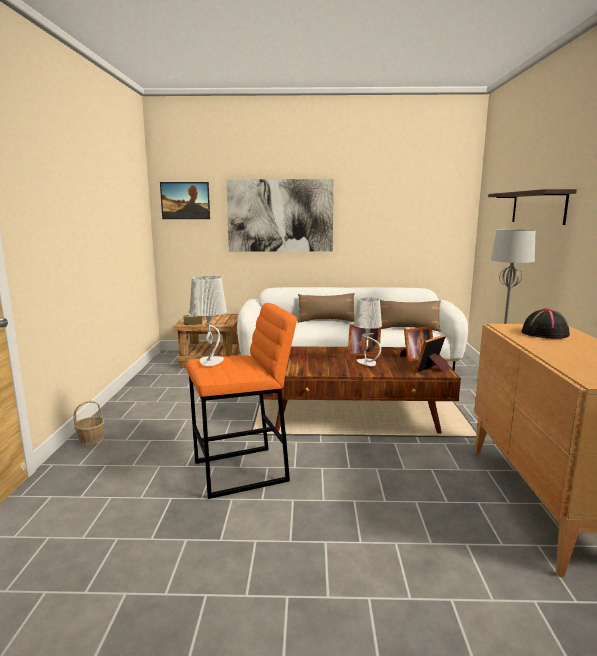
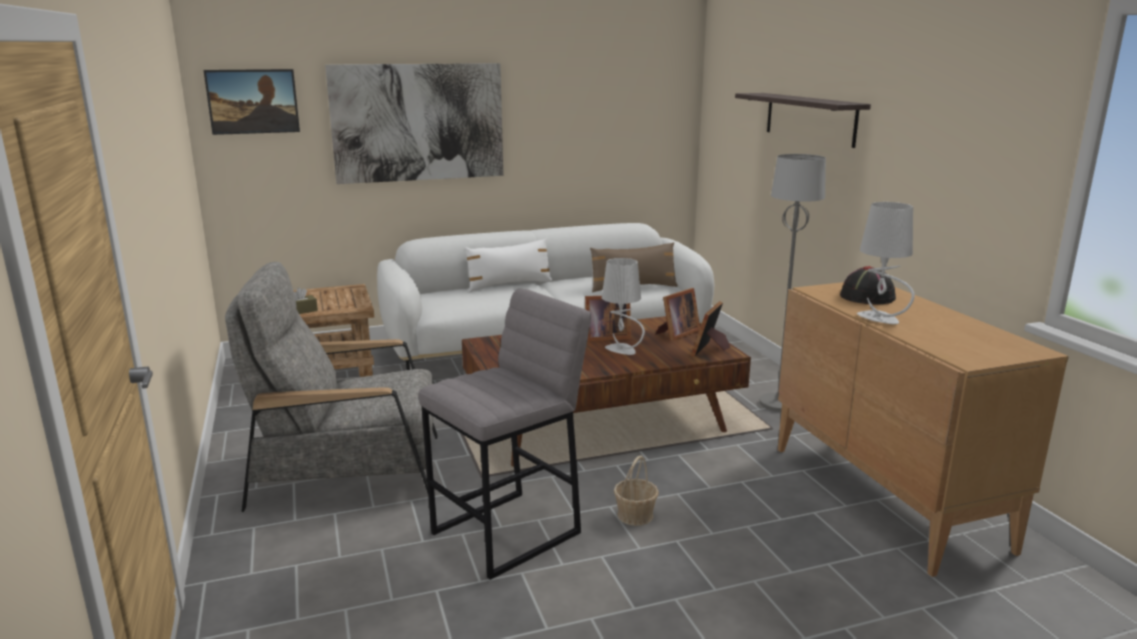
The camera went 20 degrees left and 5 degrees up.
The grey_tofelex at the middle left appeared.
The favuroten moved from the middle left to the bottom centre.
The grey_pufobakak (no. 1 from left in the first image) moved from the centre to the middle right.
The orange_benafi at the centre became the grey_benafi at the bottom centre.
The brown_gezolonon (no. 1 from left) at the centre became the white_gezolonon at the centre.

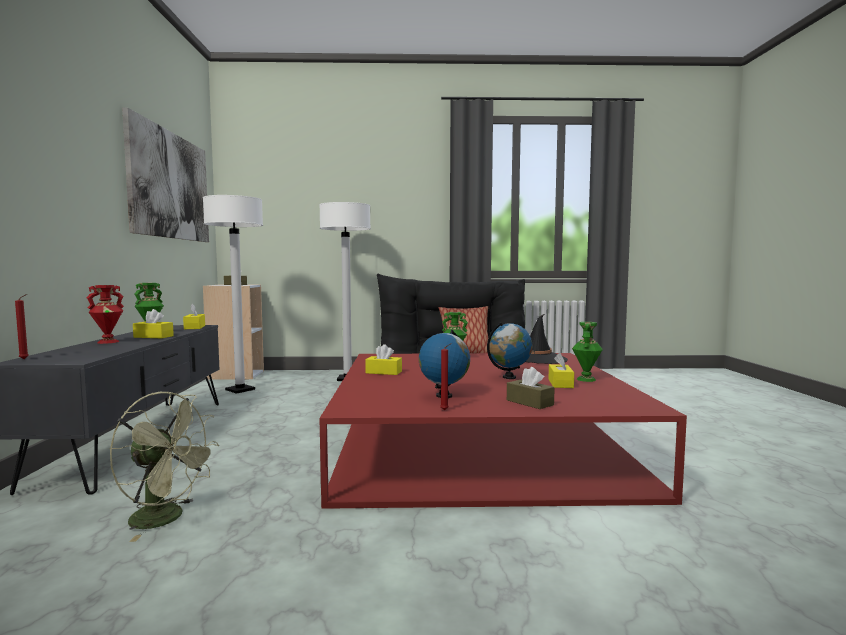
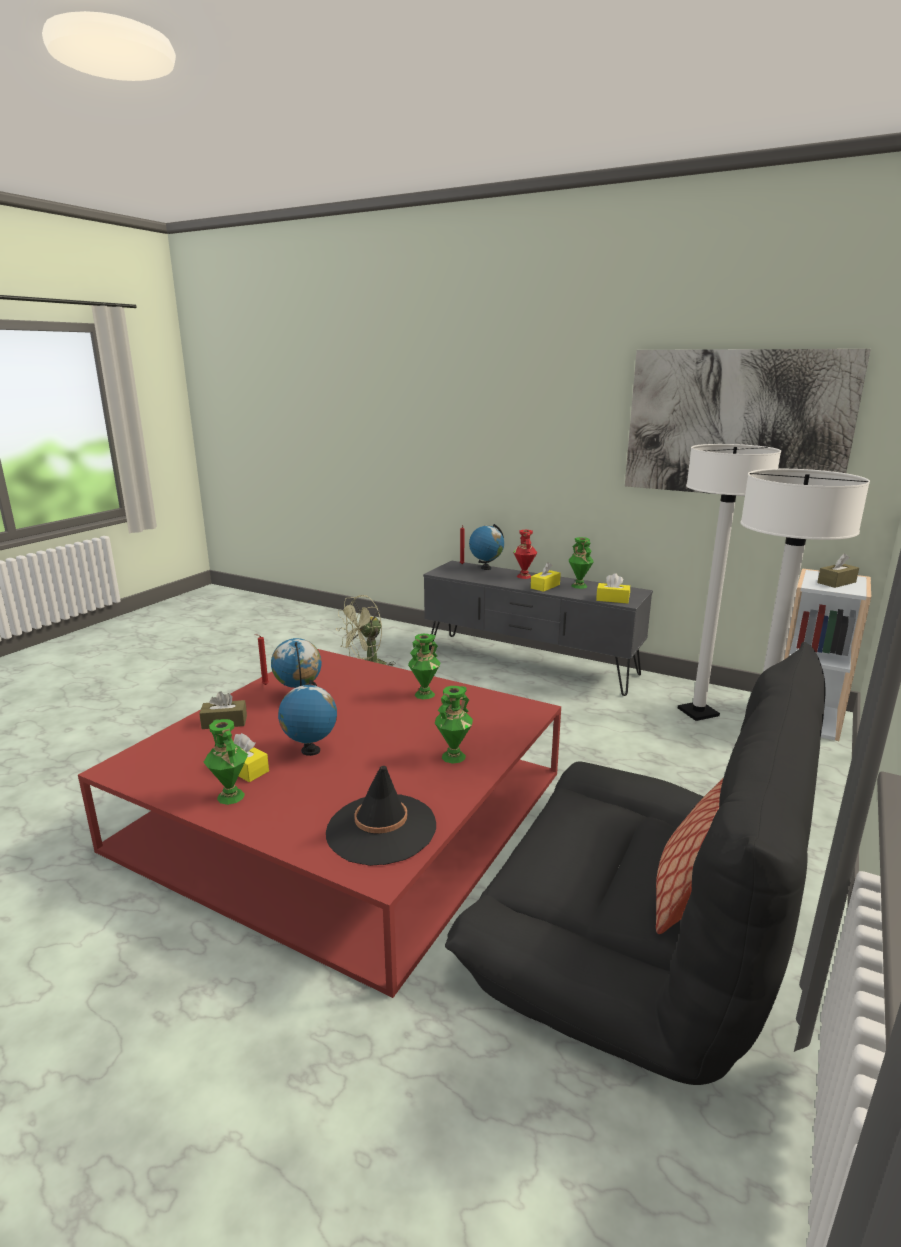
The camera went 120 degrees right and 15 degrees up.
The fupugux (no. 3 from left) at the centre appeared.
The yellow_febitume (no. 3 from left) at the centre was replaced by the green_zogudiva (no. 2 from left) at the centre.

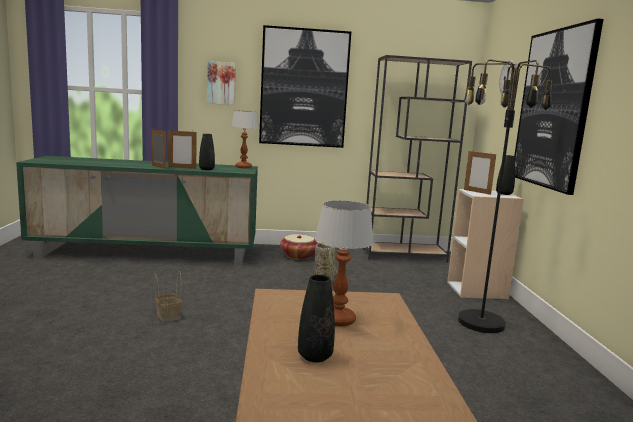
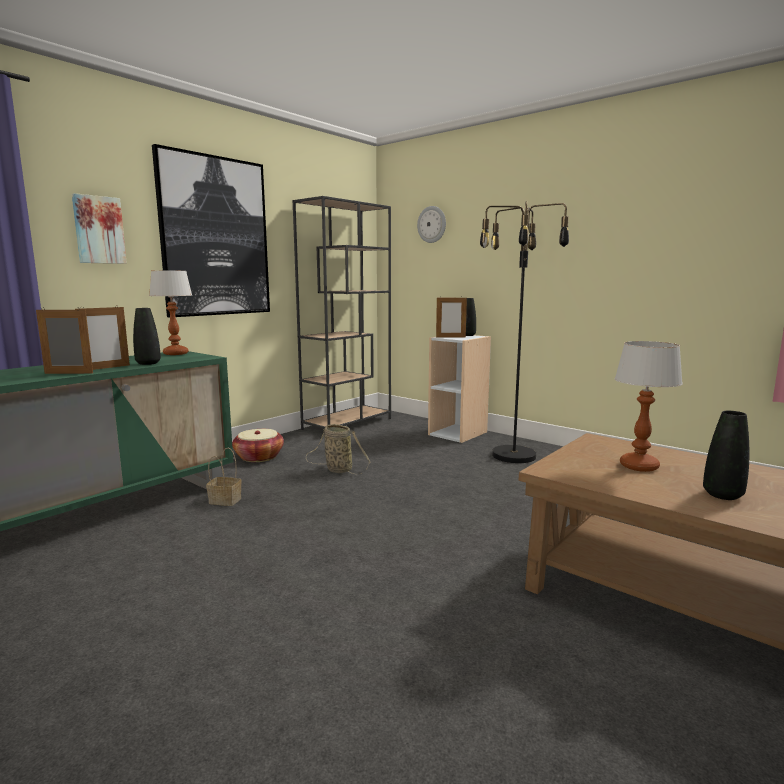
The camera went 45 degrees left and 0 degrees up.
The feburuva (no. 3 from left) at the top right disappeared.
The favuroten (no. 1 from left) moved from the bottom left to the middle left.

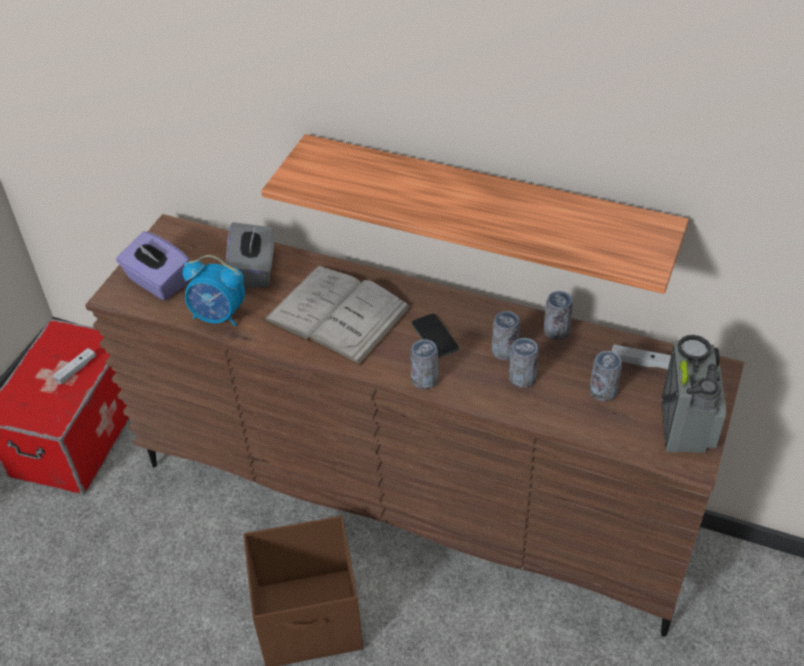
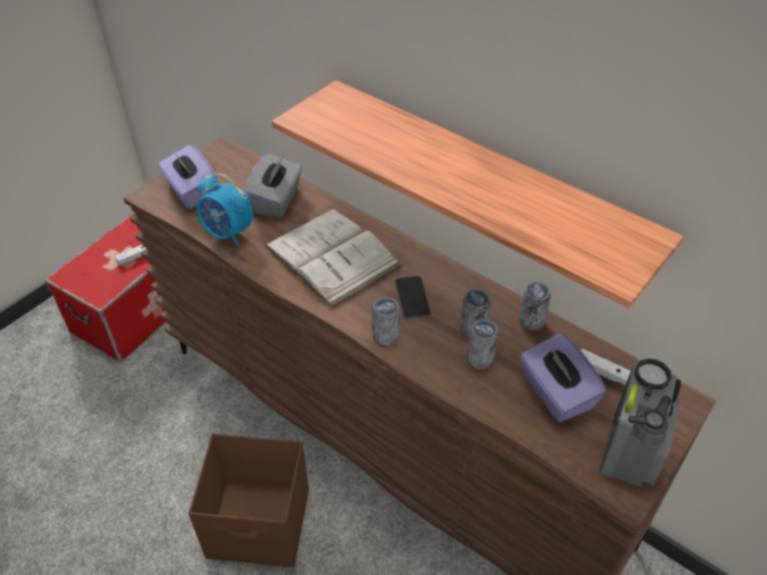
The camera went 15 degrees right and 0 degrees up.
The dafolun (no. 5 from left) at the middle right was replaced by the purple_febitume (no. 2 from left) at the middle right.

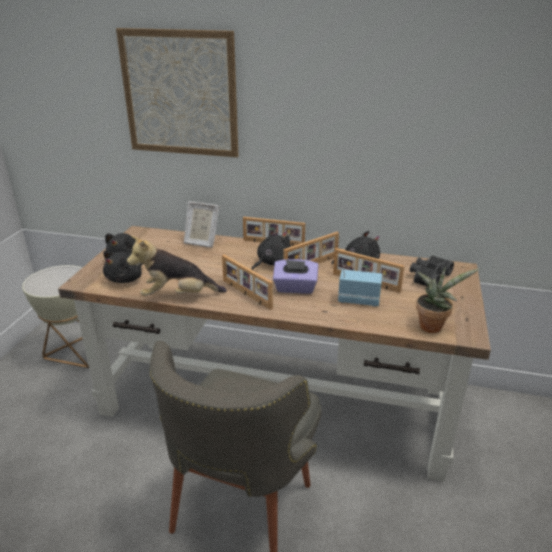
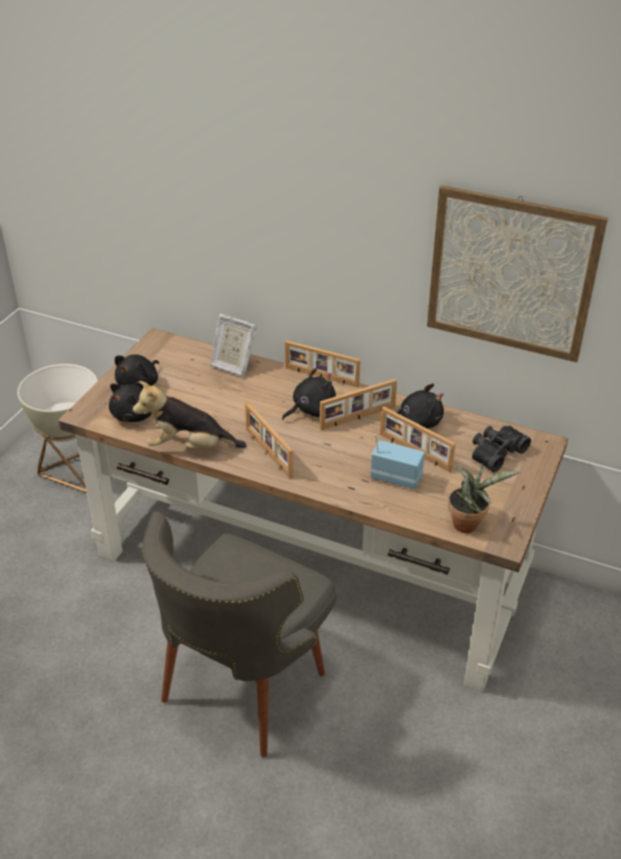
The camera went 10 degrees right and 10 degrees up.
The purple_febitume at the centre disappeared.
The feburuva moved from the top left to the top right.

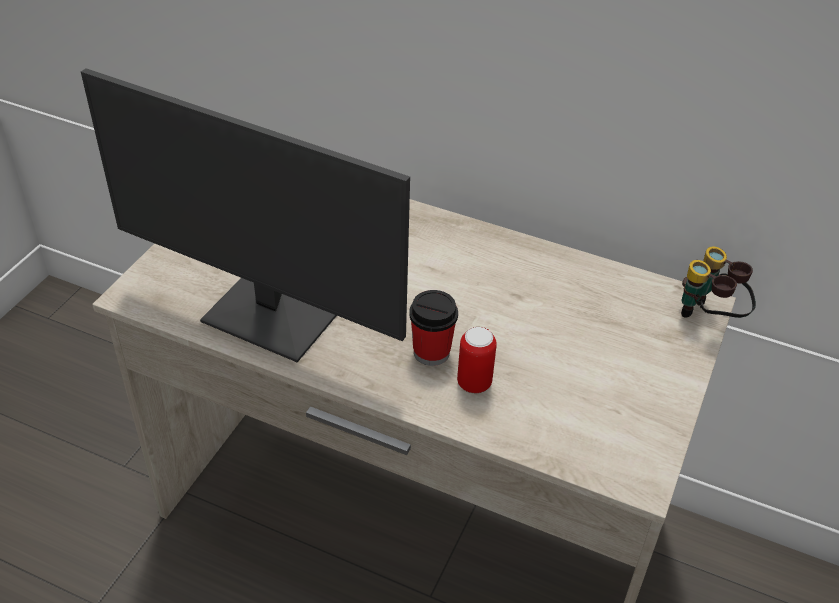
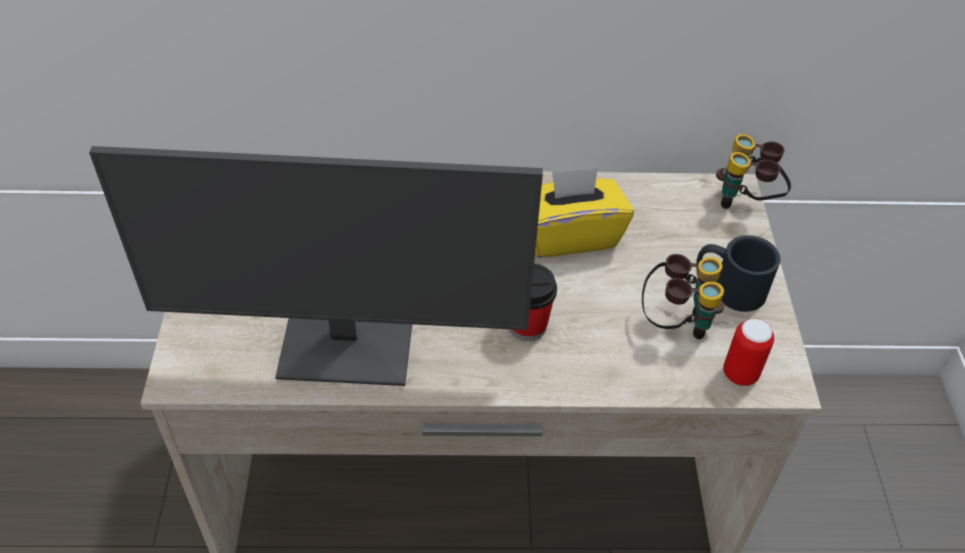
The camera went 25 degrees left and 5 degrees up.
The yellow_febitume at the centre appeared.
The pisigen (no. 1 from left) at the middle right appeared.
The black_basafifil at the middle right appeared.
The dafolun moved from the centre to the middle right.

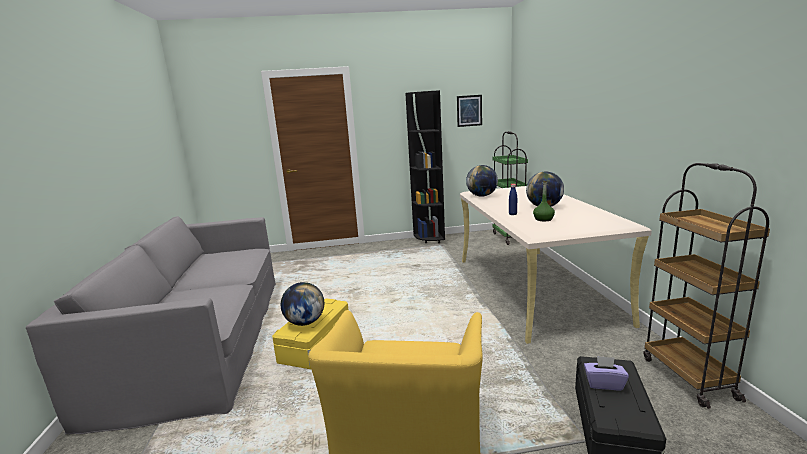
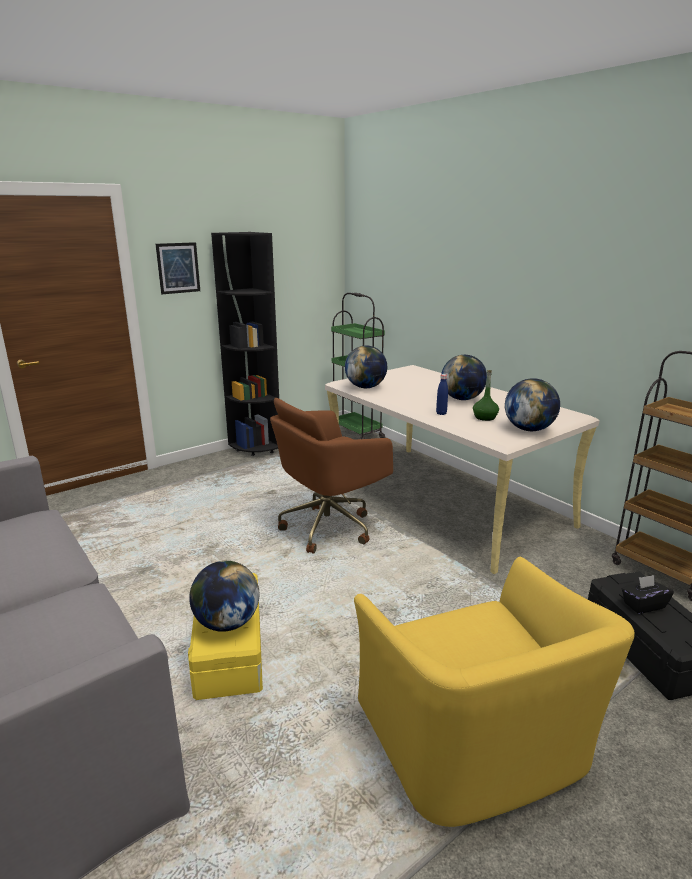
The camera went 30 degrees left and 5 degrees up.
The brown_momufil at the centre appeared.
The fupugux (no. 4 from left) at the middle right appeared.
The feburuva moved from the top centre to the top left.
The purple_febitume at the bottom right became the black_febitume at the bottom right.

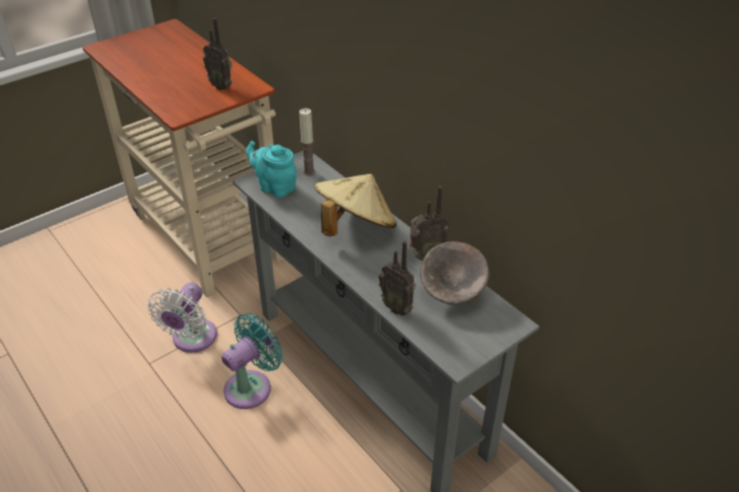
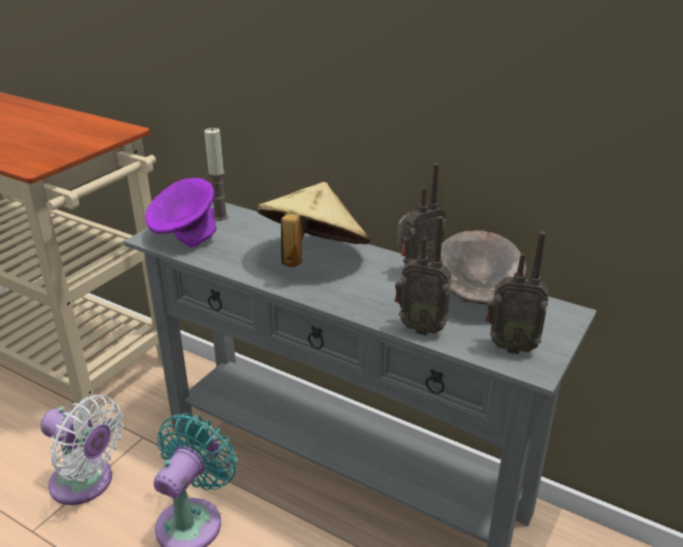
The camera went 20 degrees left and 10 degrees down.
The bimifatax (no. 1 from left in the first image) moved from the top left to the middle right.
The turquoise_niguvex at the centre was replaced by the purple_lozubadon at the middle left.
The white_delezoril at the middle left turned 60 degrees counterclockwise.

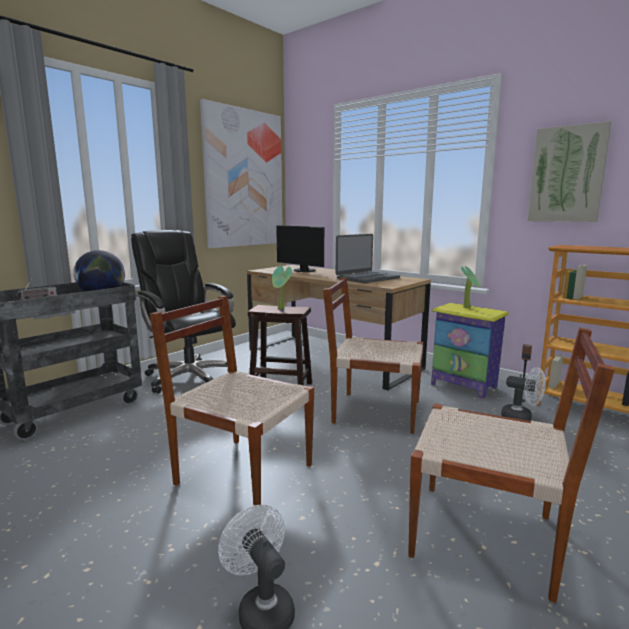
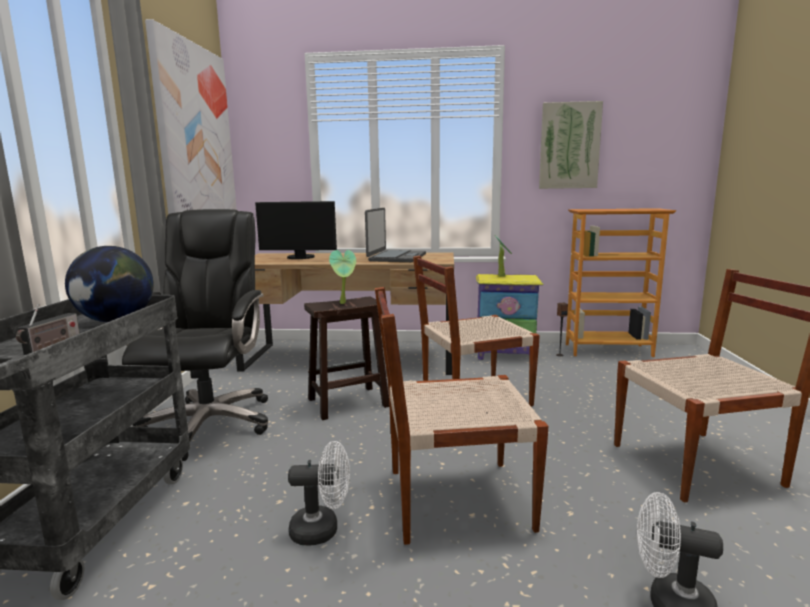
The camera went 35 degrees left and 0 degrees up.
The white_delezoril (no. 2 from left in the first image) moved from the middle right to the bottom centre.
The black_momufil at the middle left turned 75 degrees clockwise.

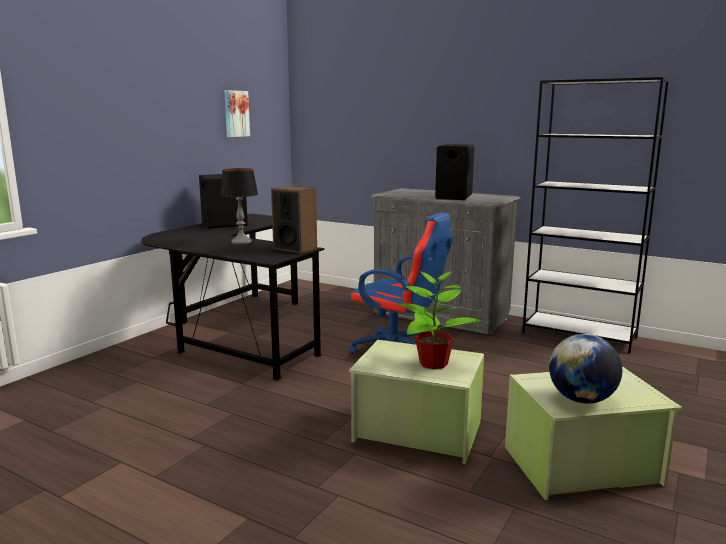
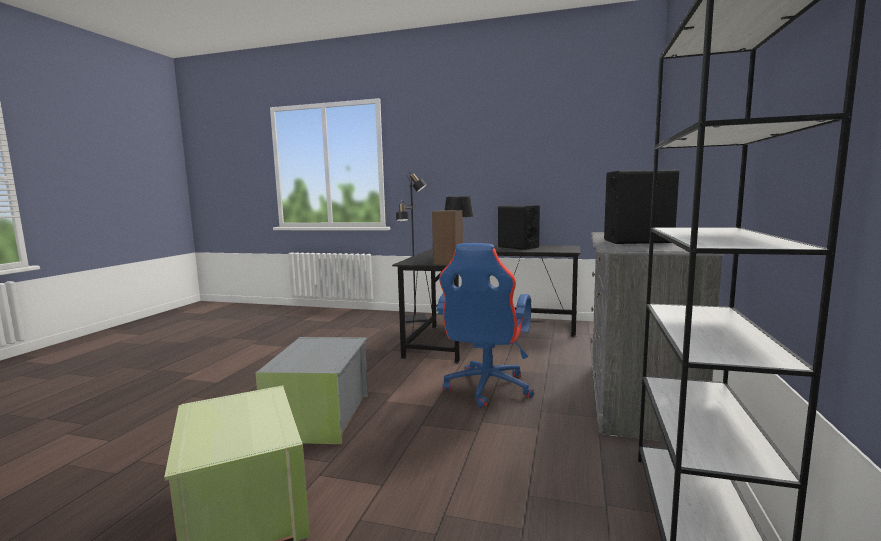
The camera went 75 degrees right and 5 degrees down.
The feburuva at the top left disappeared.
The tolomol at the centre disappeared.
The fupugux at the bottom right disappeared.
The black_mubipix at the centre appeared.
The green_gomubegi (no. 1 from left) at the bottom centre became the grey_gomubegi at the bottom centre.

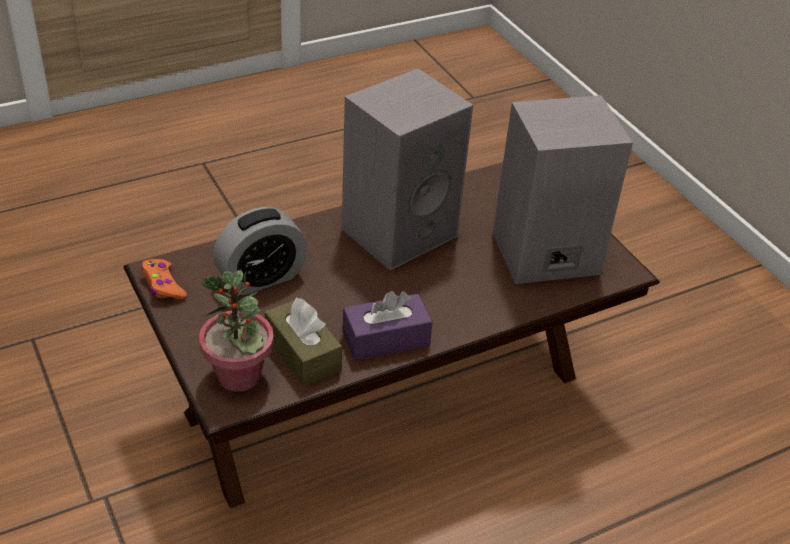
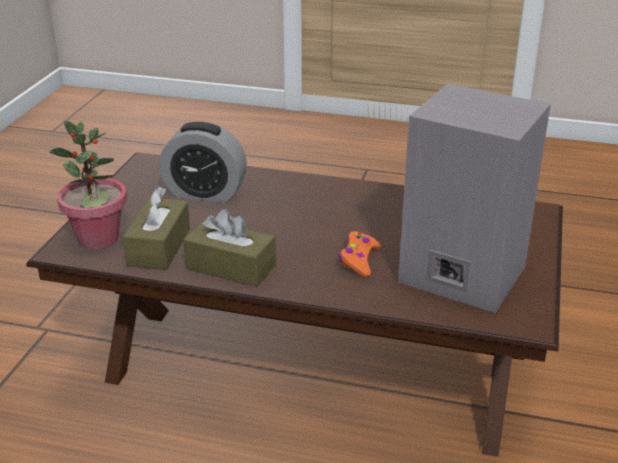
The camera went 45 degrees right and 10 degrees down.
The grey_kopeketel (no. 1 from left) at the top centre disappeared.
The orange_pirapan moved from the middle left to the centre.
The purple_febitume at the centre became the brown_febitume (no. 2 from left) at the centre.

